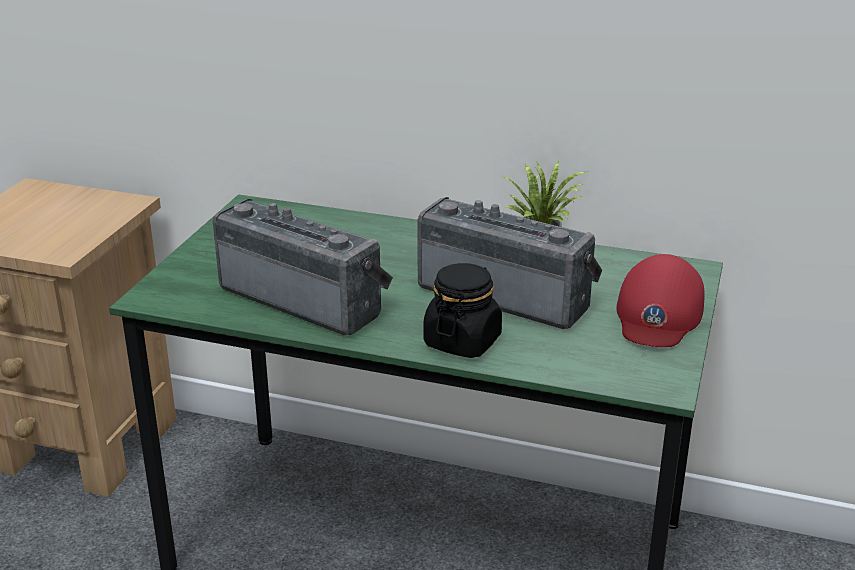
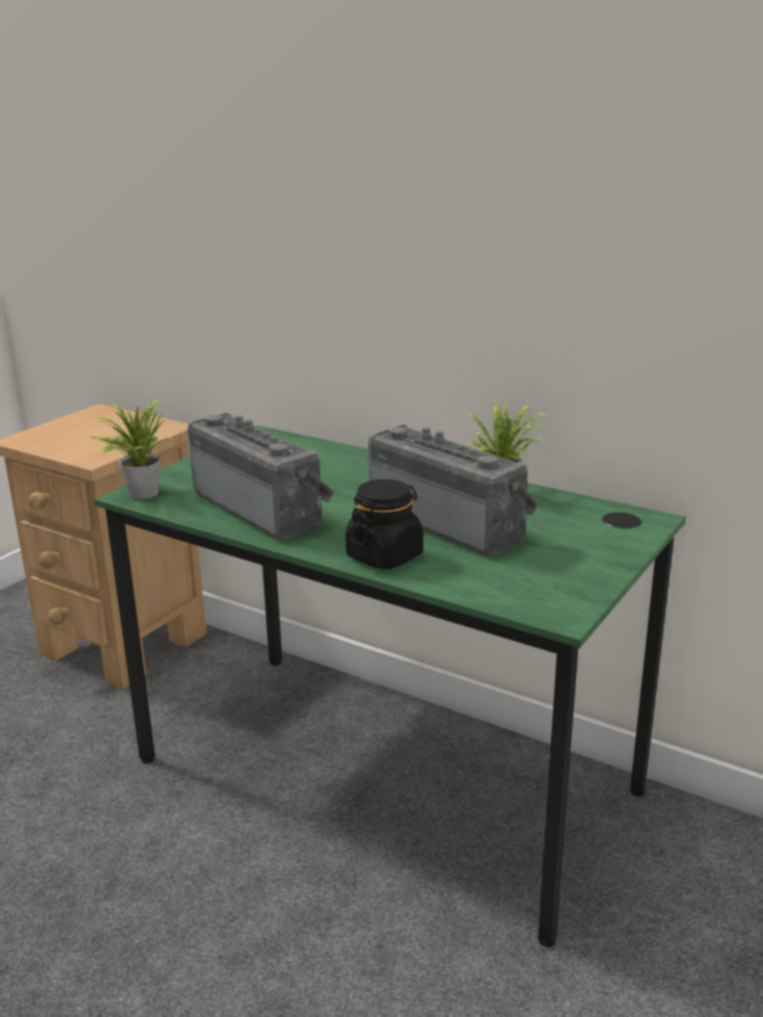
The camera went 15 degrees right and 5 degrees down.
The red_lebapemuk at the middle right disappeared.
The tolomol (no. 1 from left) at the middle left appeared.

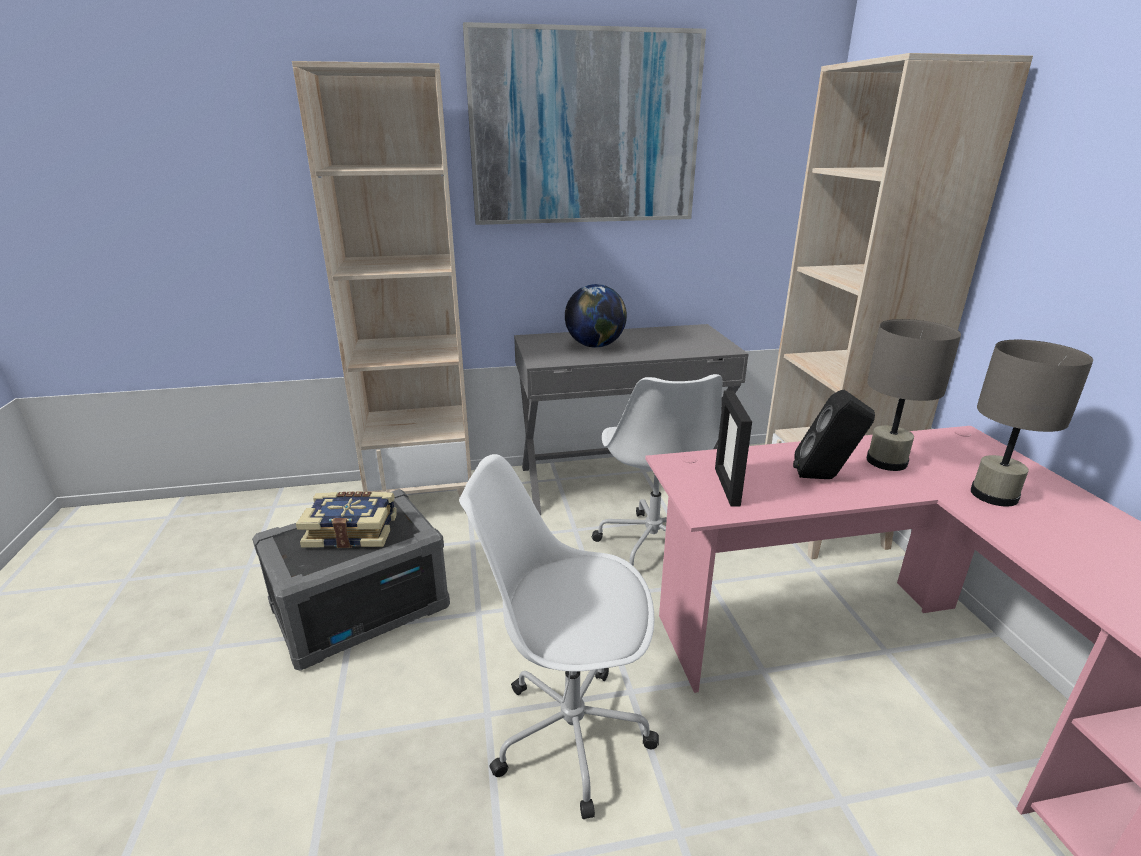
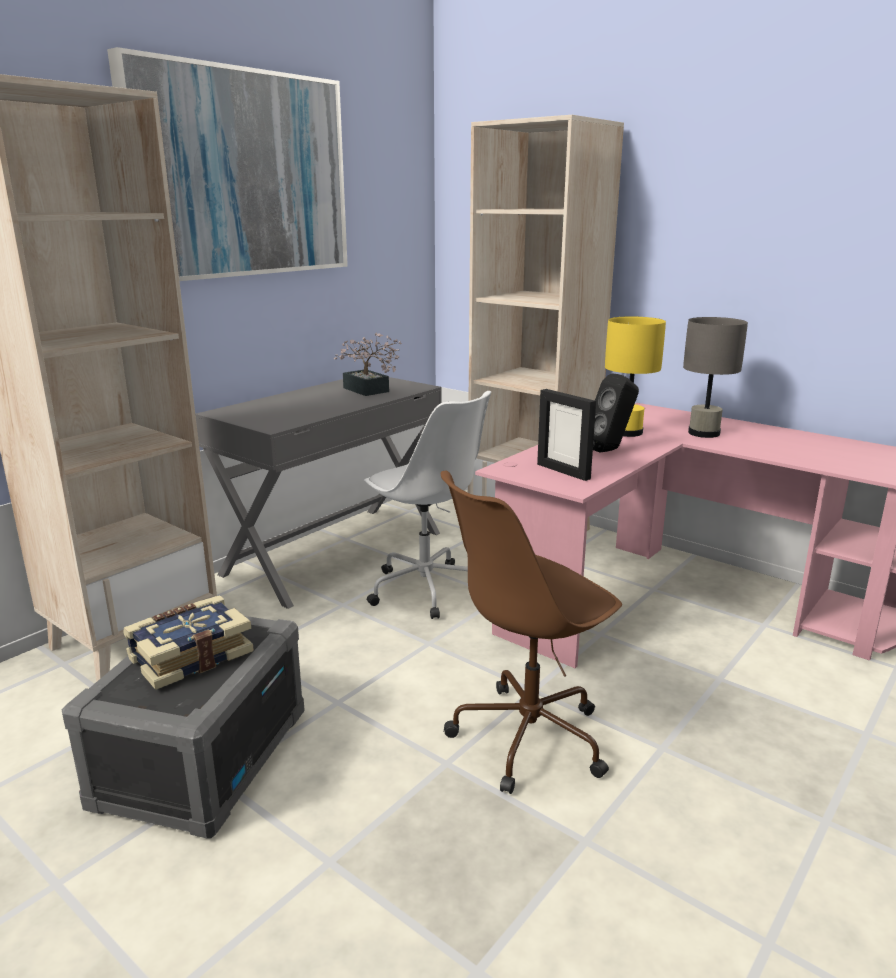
The camera went 40 degrees left and 5 degrees down.
The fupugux at the centre disappeared.
The tolomol at the centre appeared.
The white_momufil (no. 1 from left) at the bottom centre became the brown_momufil at the centre.
The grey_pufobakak (no. 1 from left) at the middle right became the yellow_pufobakak at the middle right.

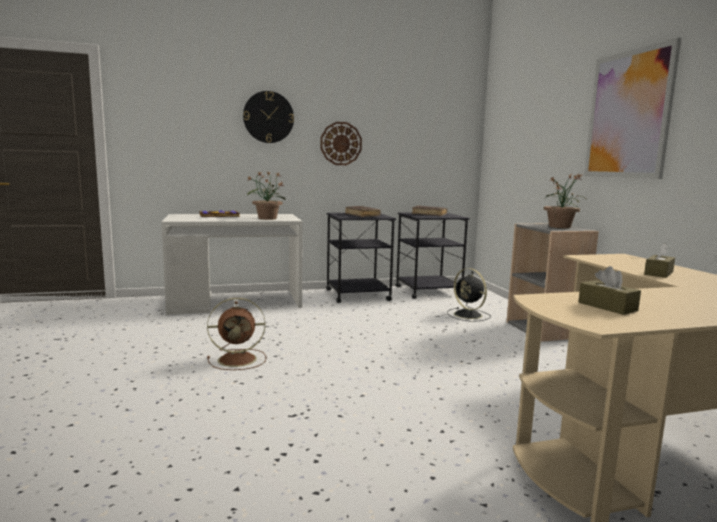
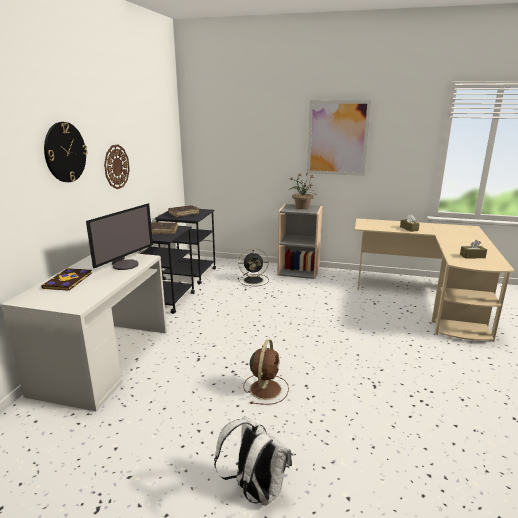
The camera went 60 degrees left and 10 degrees up.
The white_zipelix at the bottom centre appeared.
The tolomol (no. 1 from left) at the centre was replaced by the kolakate at the middle left.

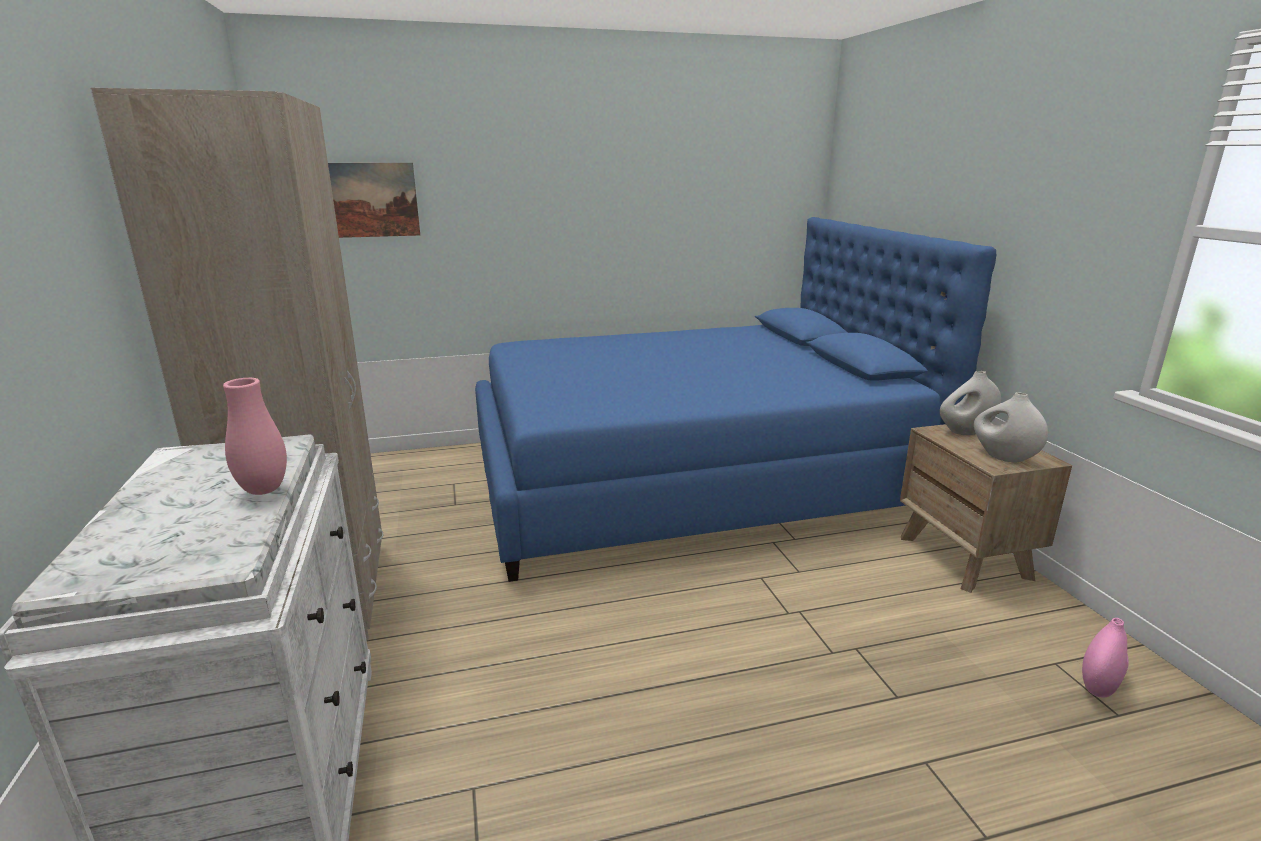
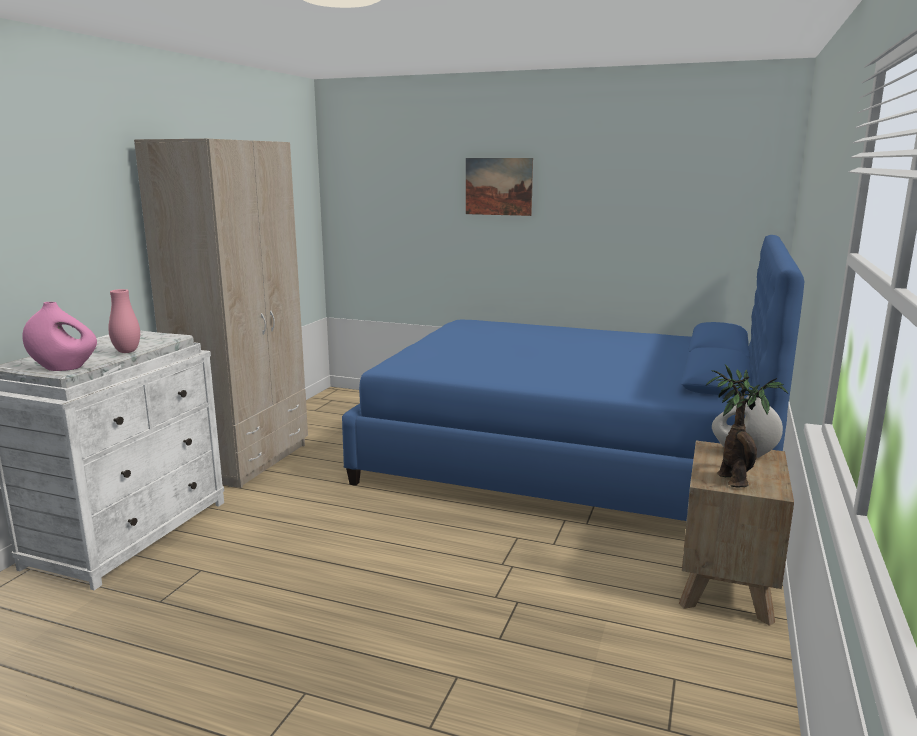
The camera went 35 degrees right and 5 degrees down.
The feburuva moved from the top left to the top centre.
The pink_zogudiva (no. 2 from left in the first image) moved from the bottom right to the middle left.
The white_zogudiva (no. 2 from left) at the middle right was replaced by the tolomol at the middle right.

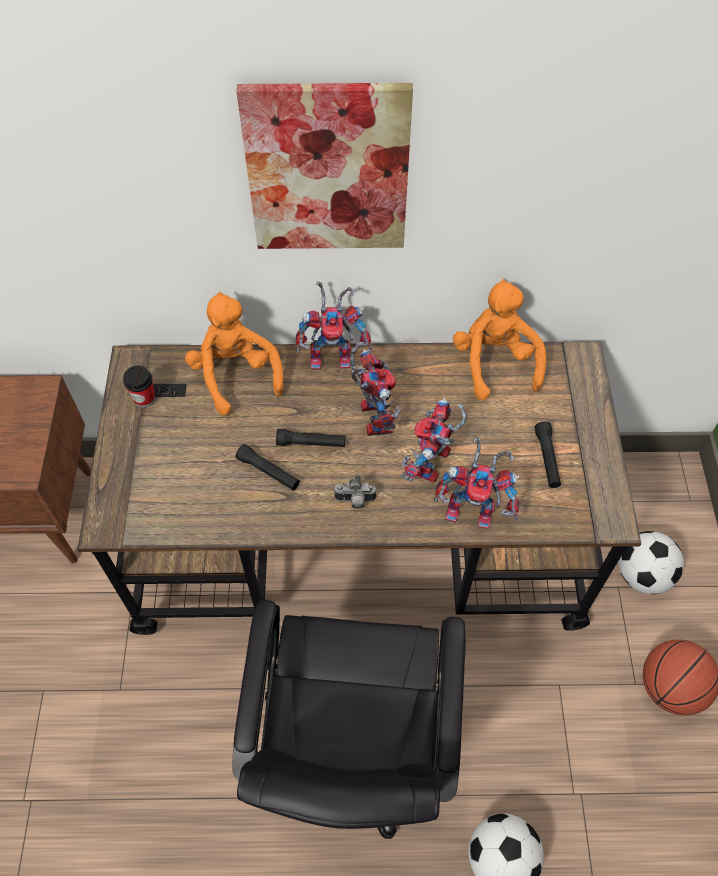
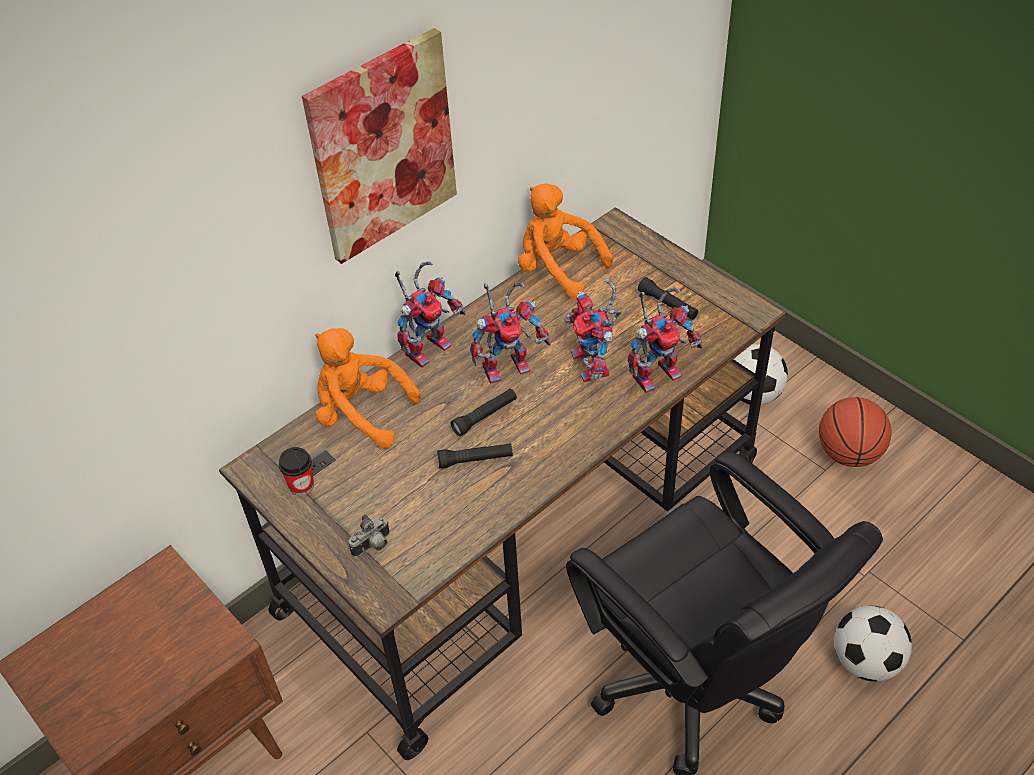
The camera went 40 degrees left and 10 degrees down.
The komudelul moved from the centre to the bottom centre.
The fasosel (no. 2 from left) at the centre turned 120 degrees clockwise.

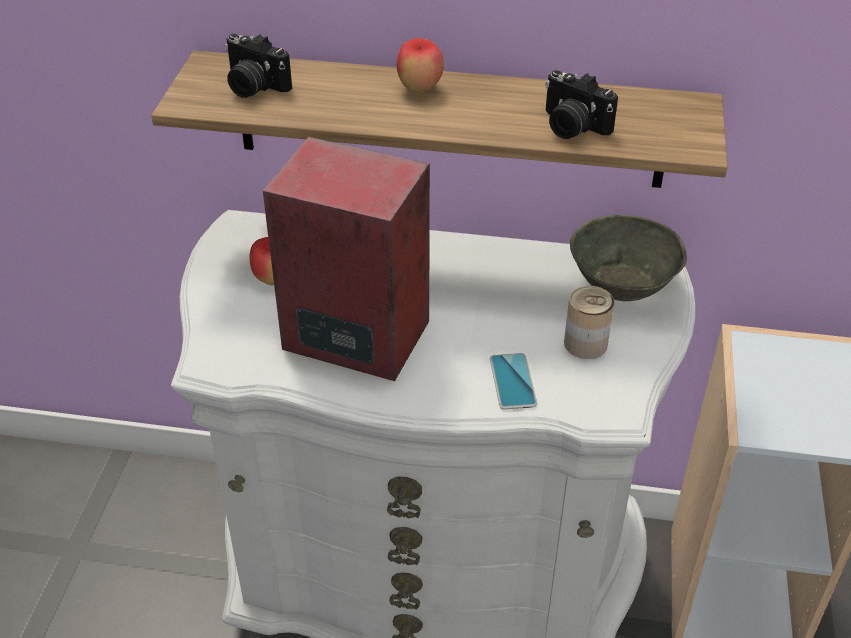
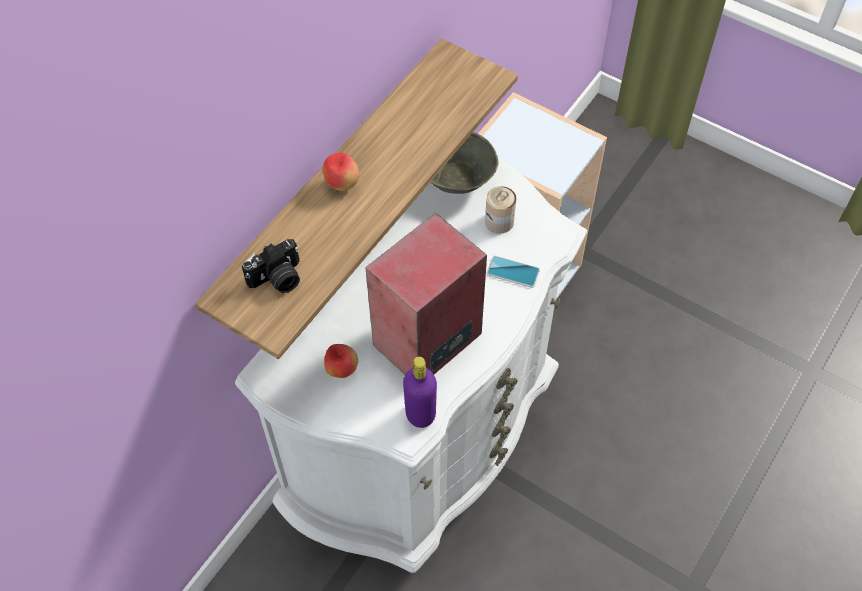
The camera went 65 degrees left and 15 degrees up.
The komudelul (no. 2 from left) at the top right disappeared.
The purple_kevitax at the centre appeared.

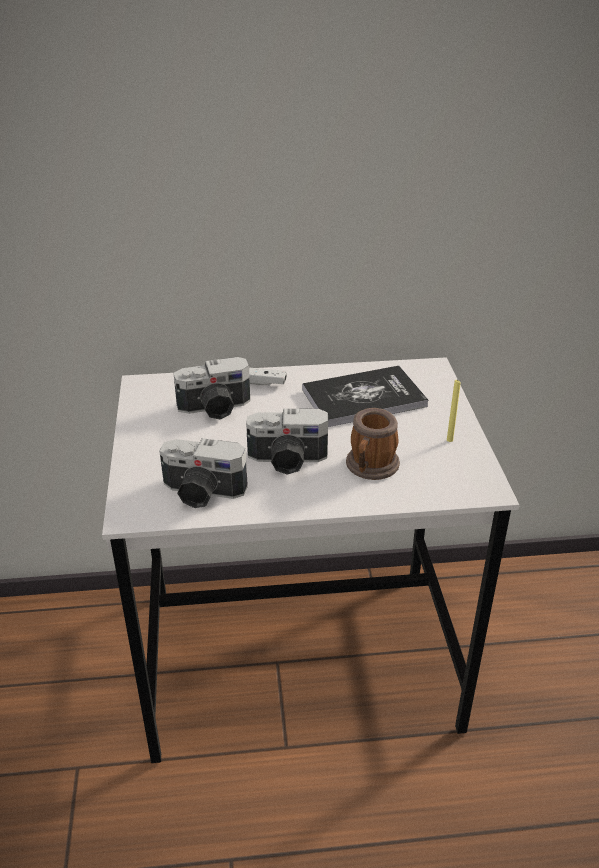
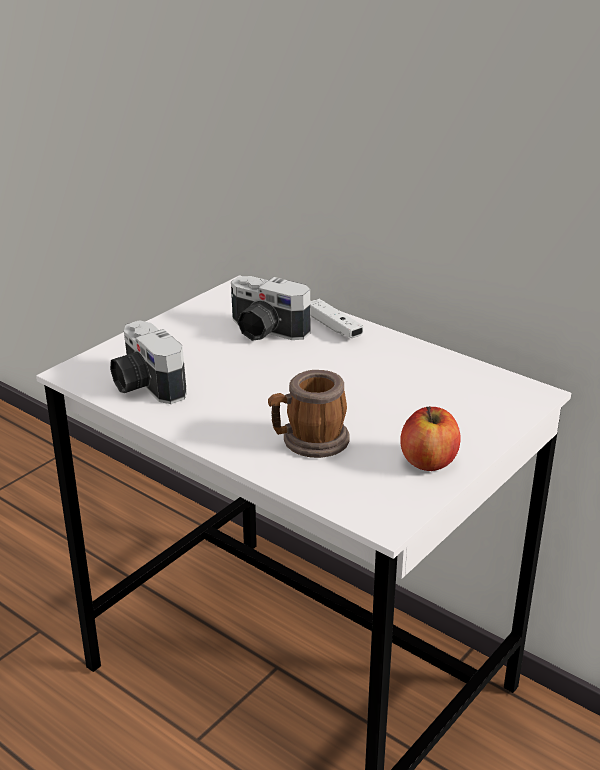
The camera went 45 degrees right and 5 degrees down.
The komudelul (no. 3 from left) at the centre disappeared.
The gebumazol at the centre disappeared.
The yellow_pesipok at the middle right was replaced by the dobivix at the middle right.

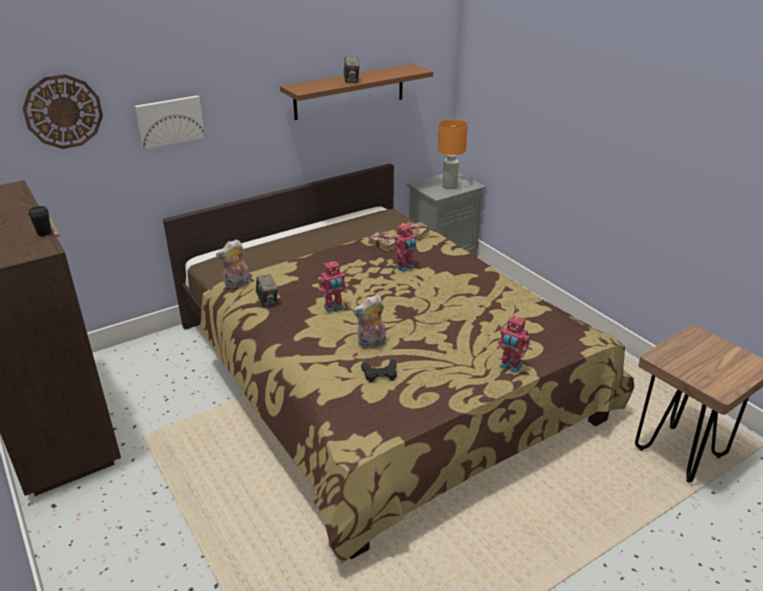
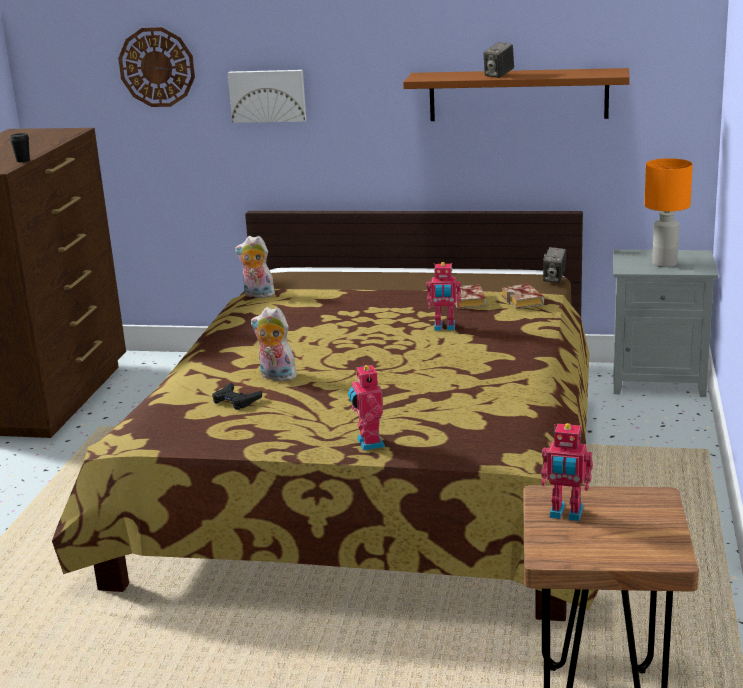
The camera went 45 degrees right and 10 degrees down.
The komudelul (no. 1 from left in the first image) moved from the centre to the middle right.
The fasosel (no. 1 from left in the first image) moved from the centre to the bottom right.

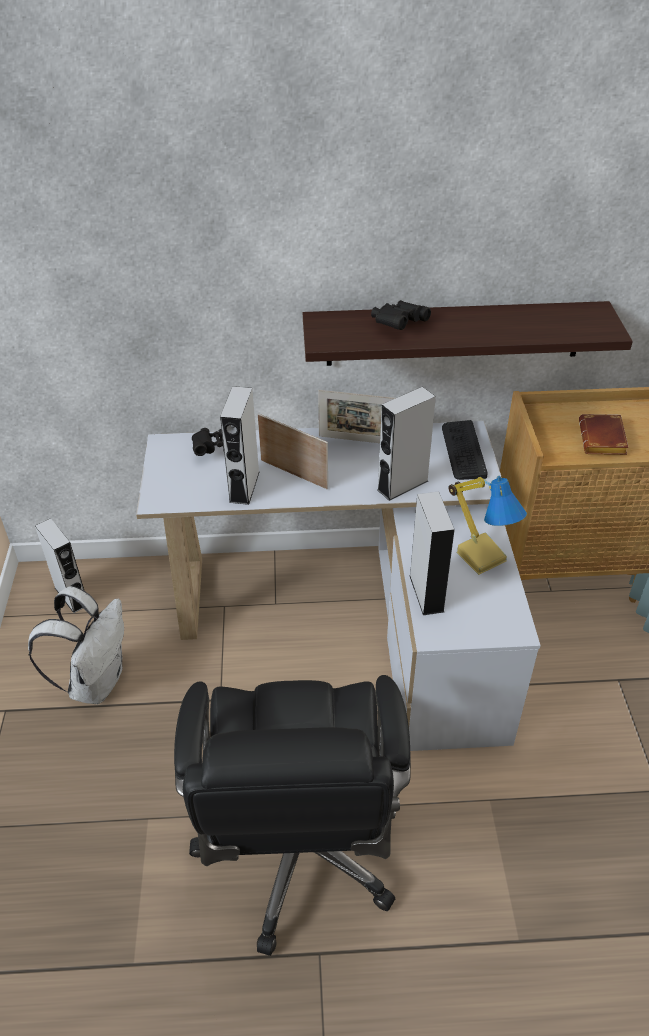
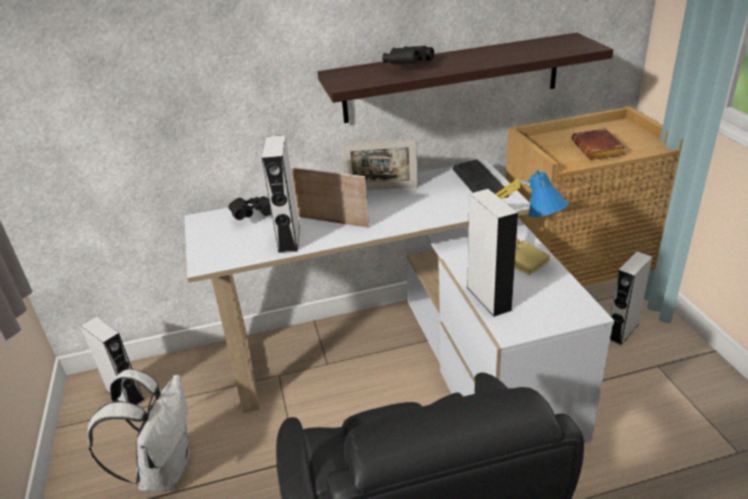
The camera went 10 degrees left and 10 degrees down.
The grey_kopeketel (no. 3 from left in the first image) moved from the centre to the middle right.

